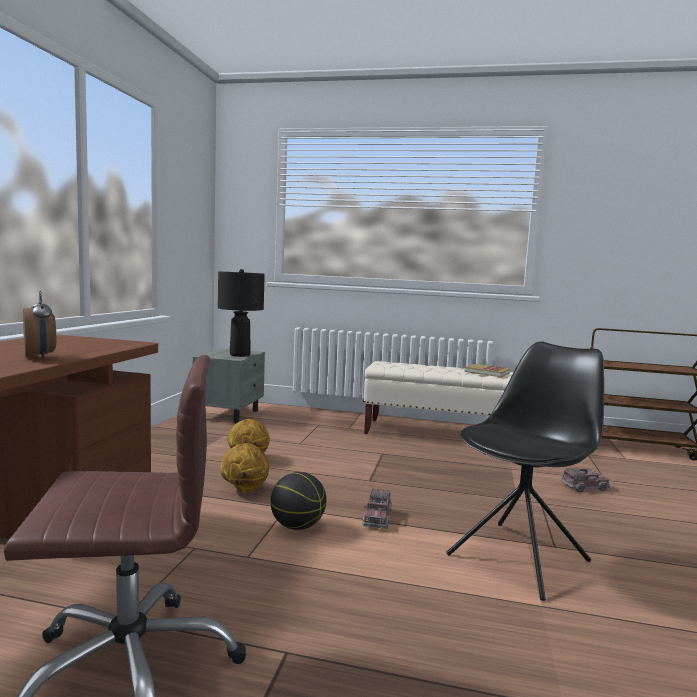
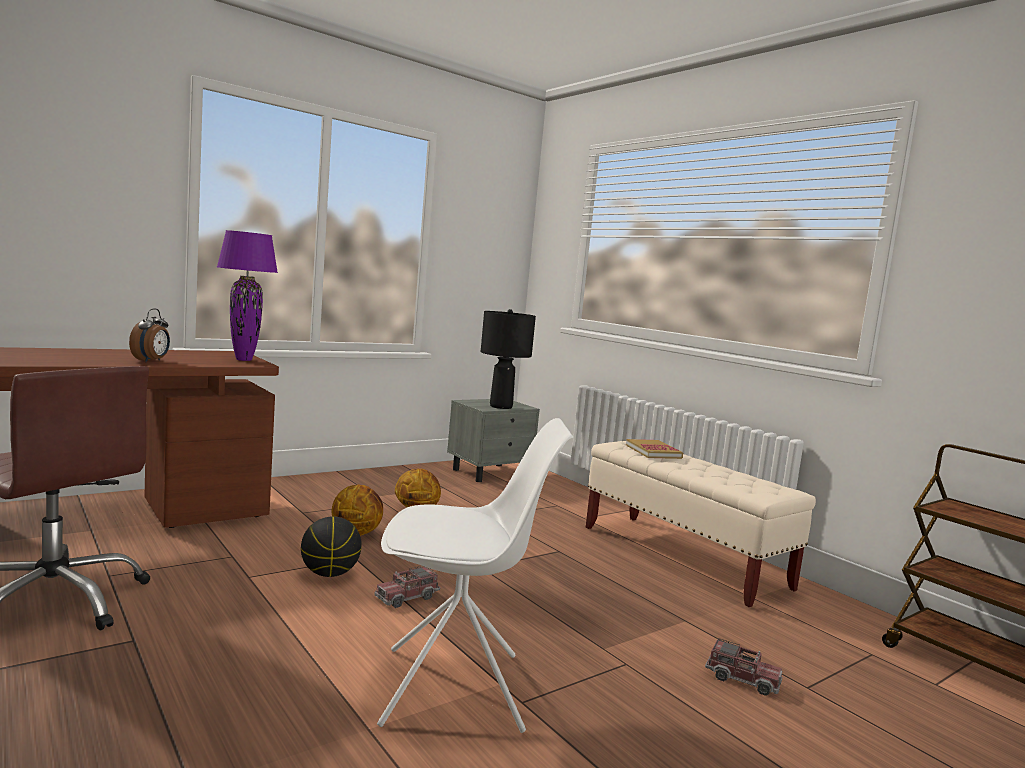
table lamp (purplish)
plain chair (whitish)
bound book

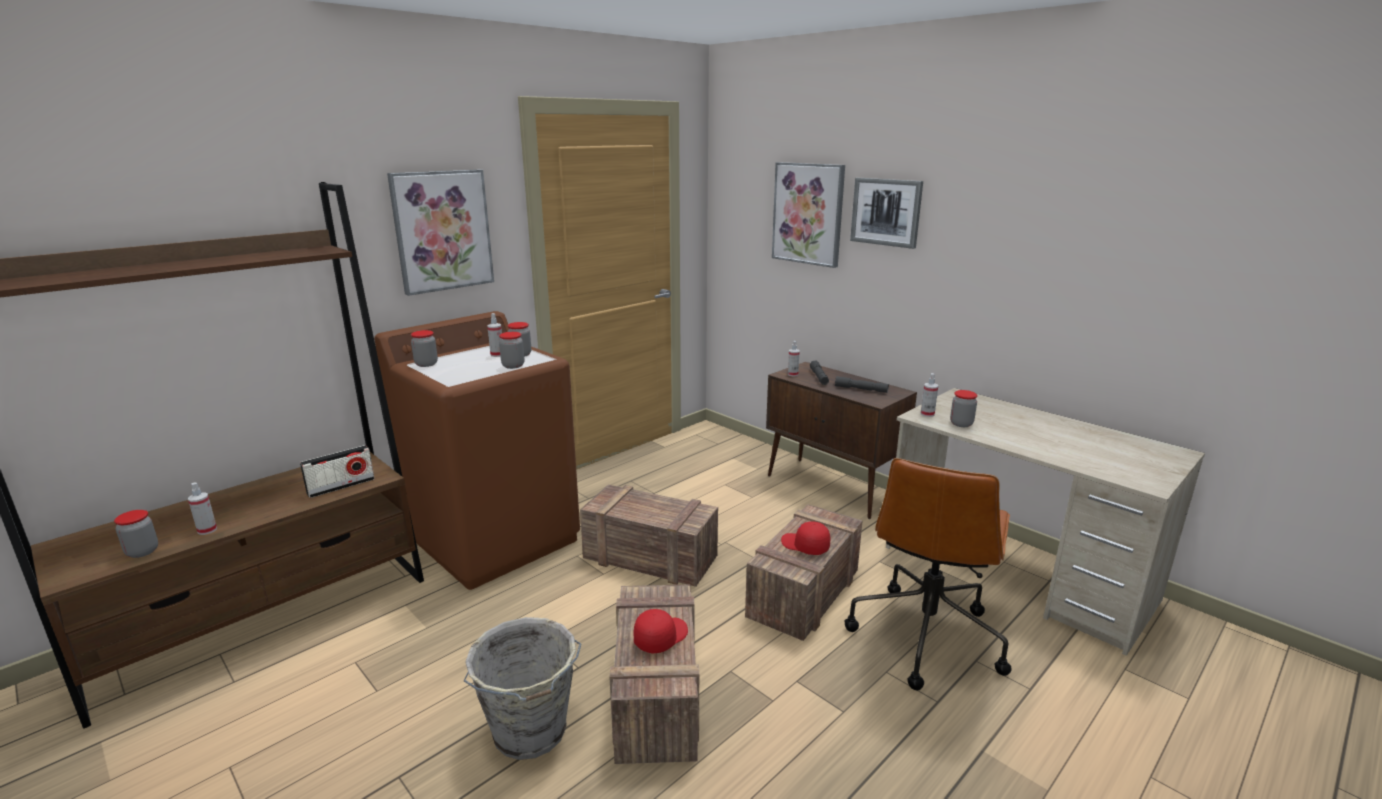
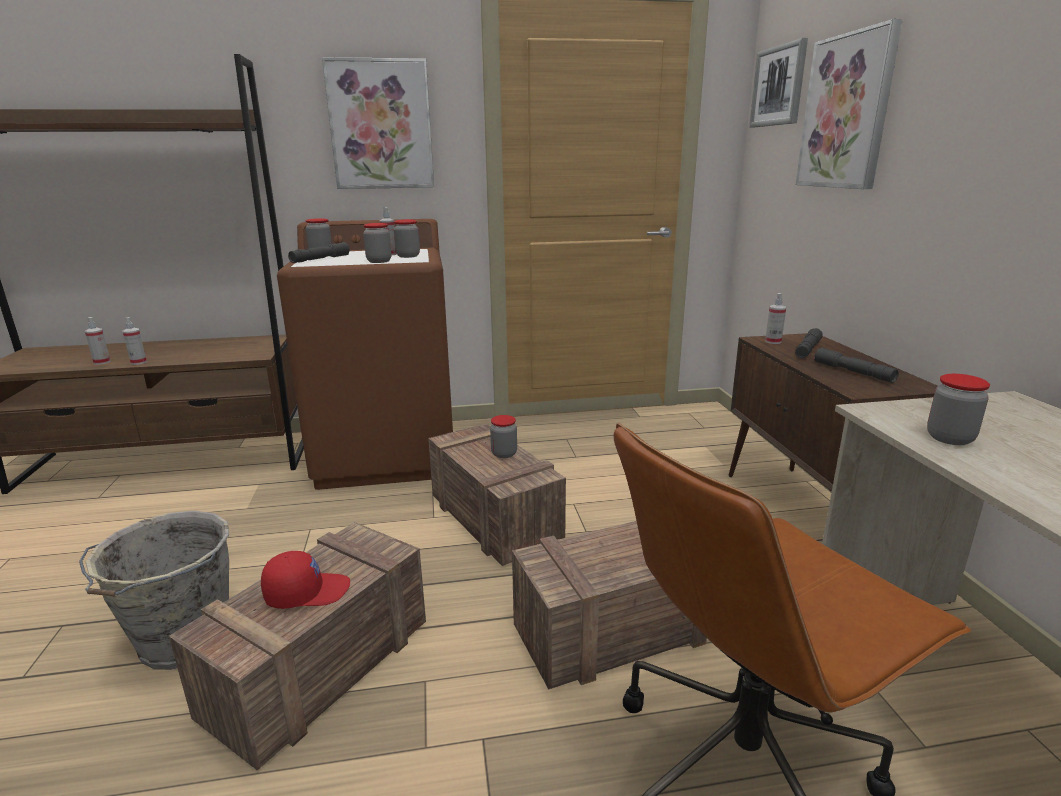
hand sprayer (2nd from left)
hand torch (gray) (1st from left)
jar (4th from left)
wall art (2nd from left)
radio set
cap (red-coloured) (2nd from left in the first image)

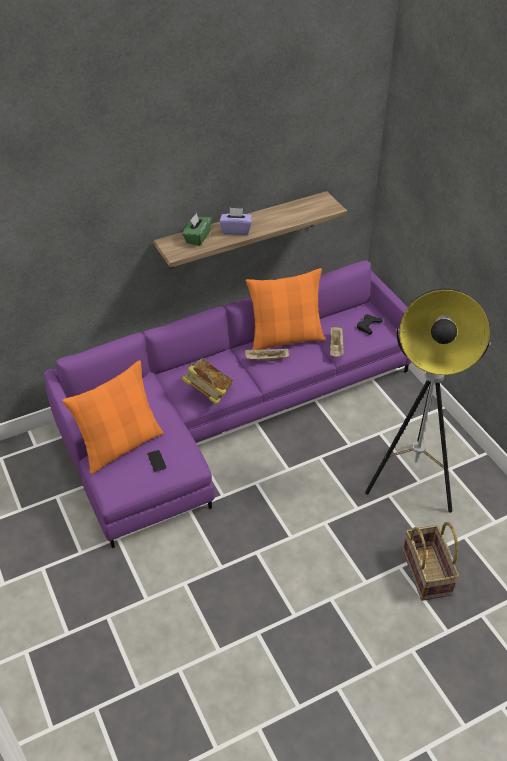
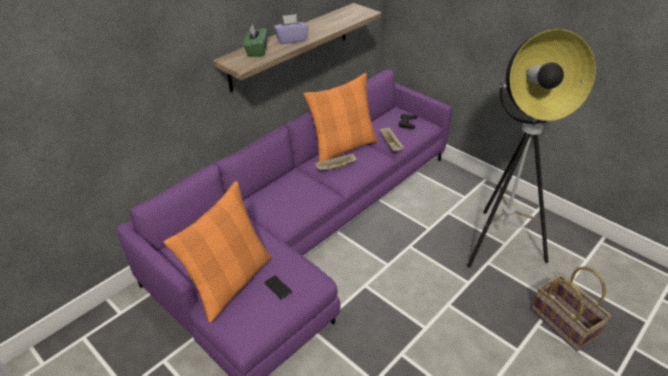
bound book

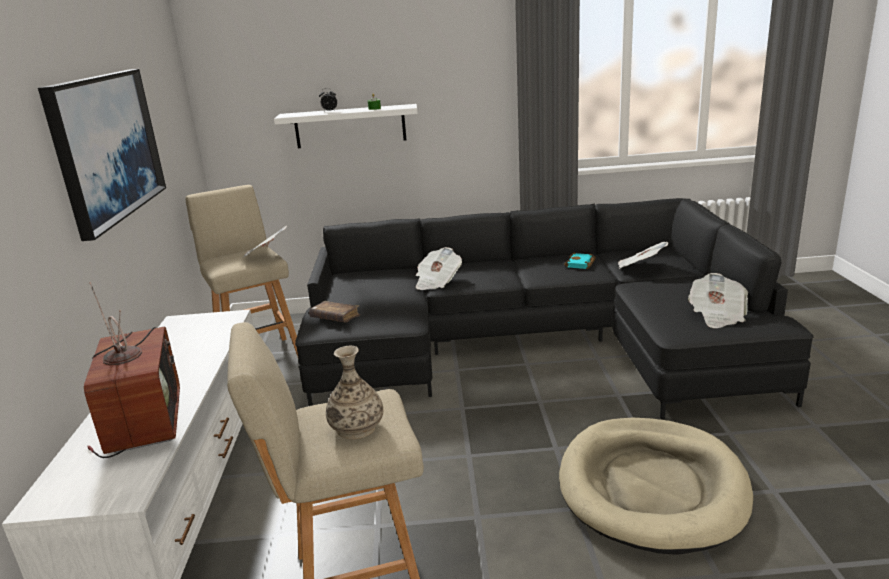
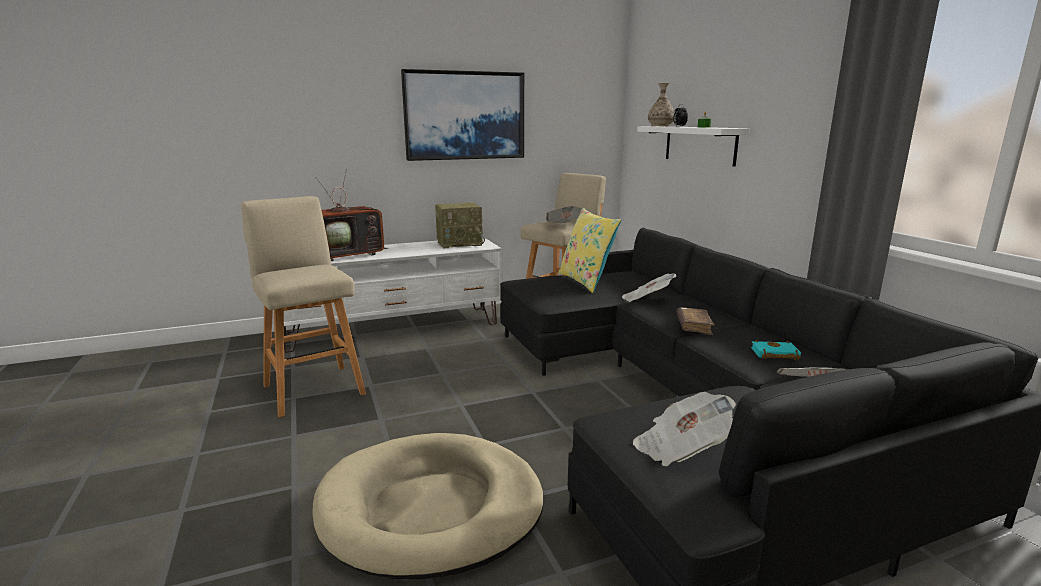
radio set
cushion (yellow-coloured)
flower vase
bound book (brownish)

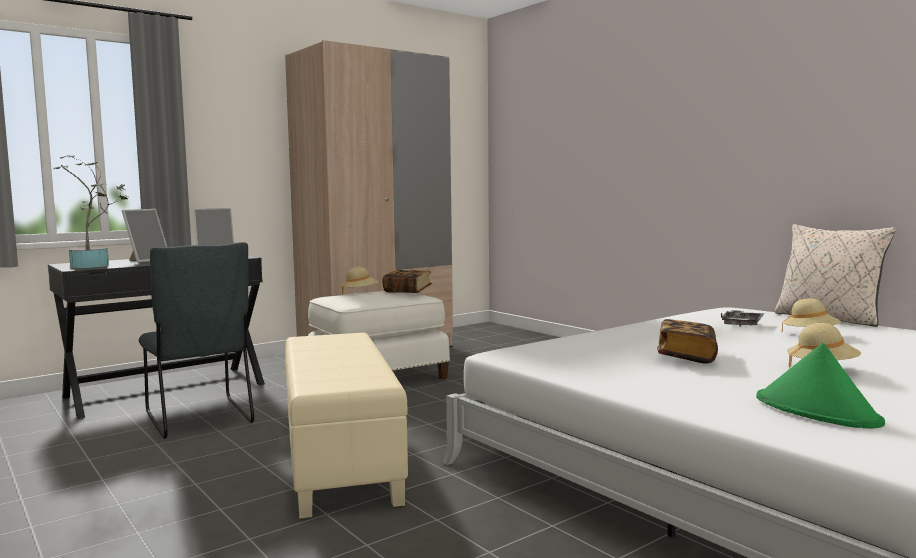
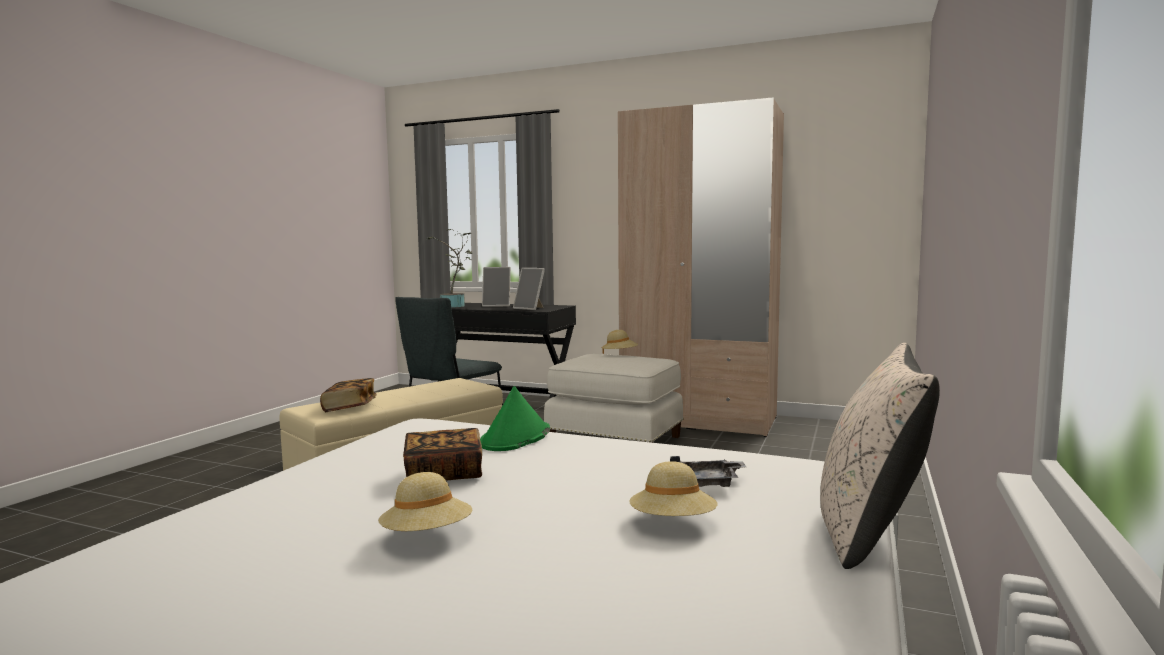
bound book (1st from left)
clothing hat (greenish)

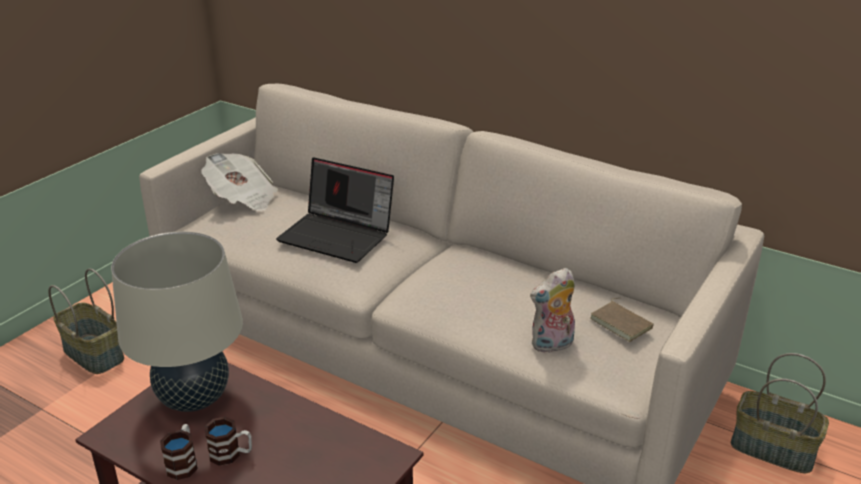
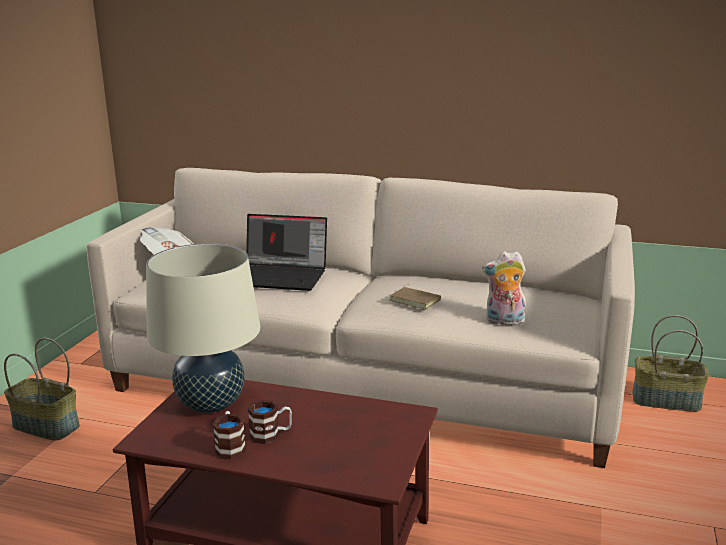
bound book (brownish)
plush toy

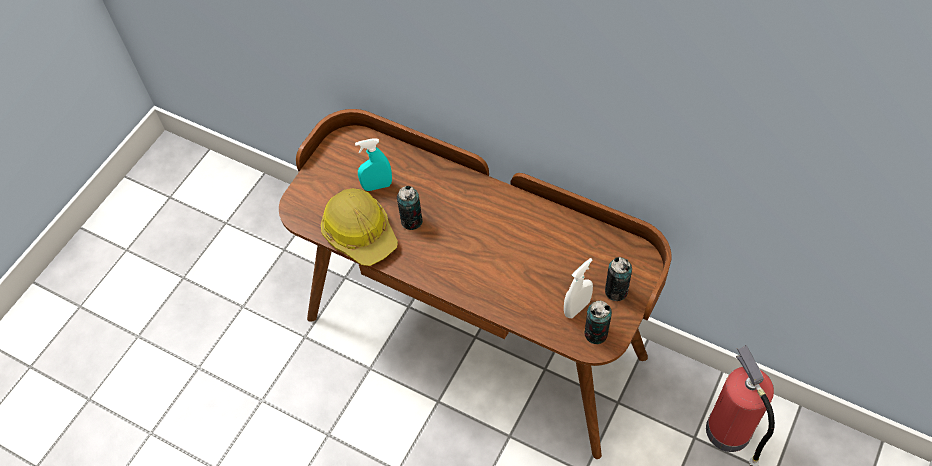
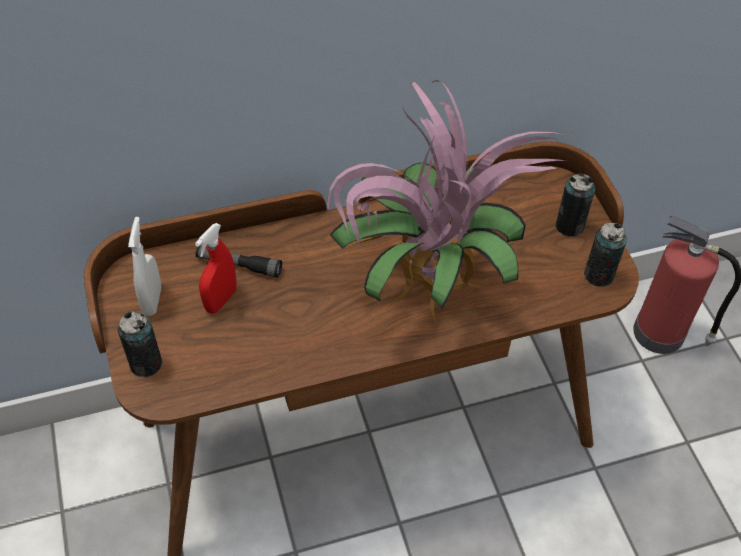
metal can (1st from left)
hand sprayer (whitish)
hand sprayer (red-coloured)
hand torch
houseplant
work helmet

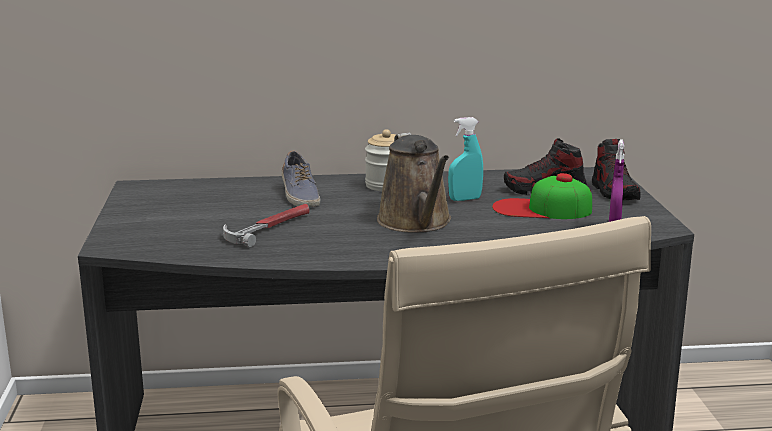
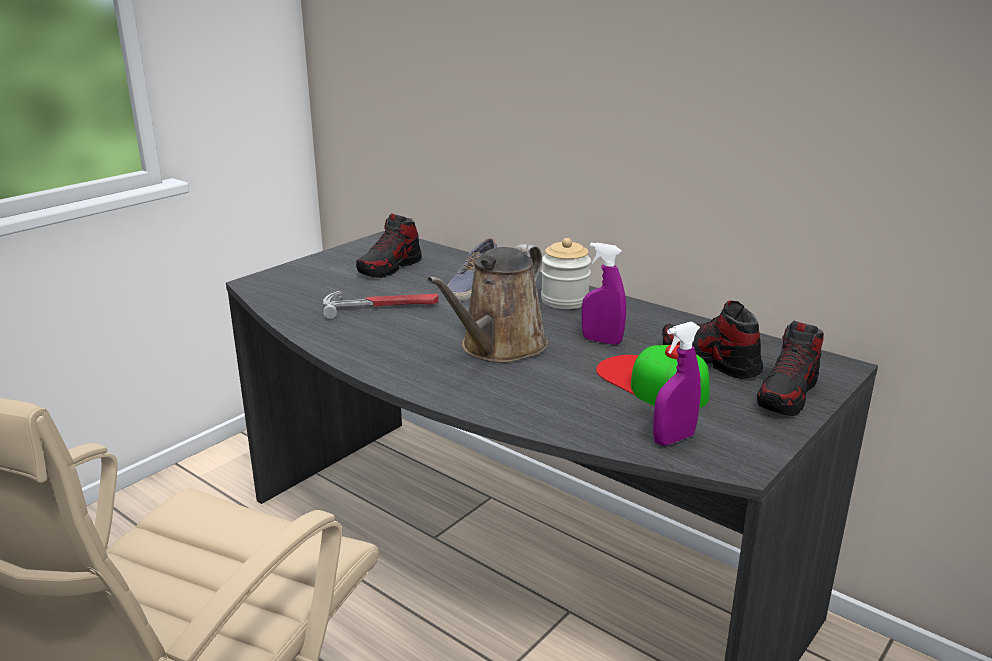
low shoe (1st from left)
hand sprayer (purplish) (1st from left)

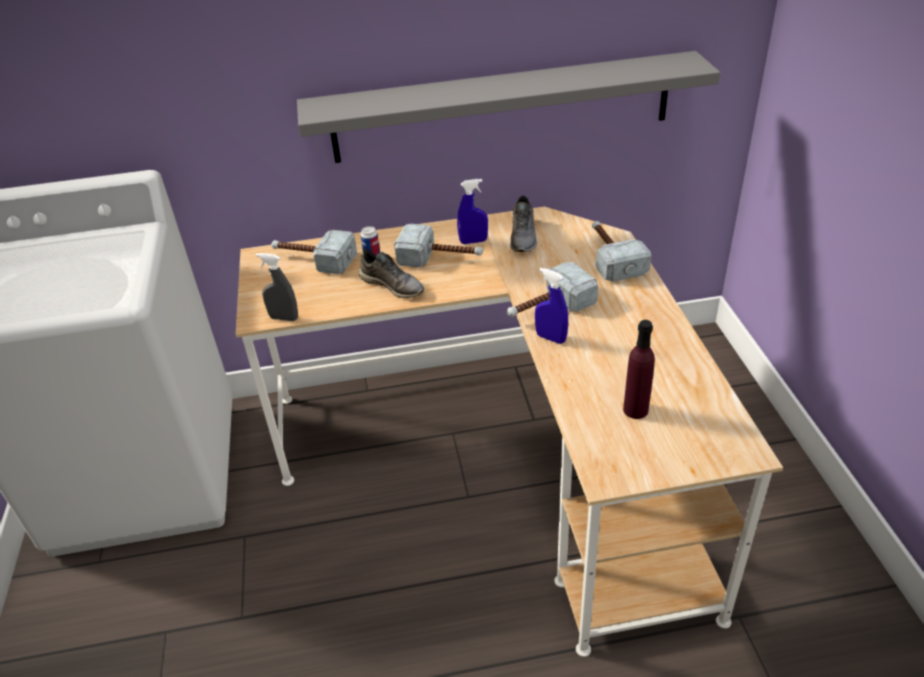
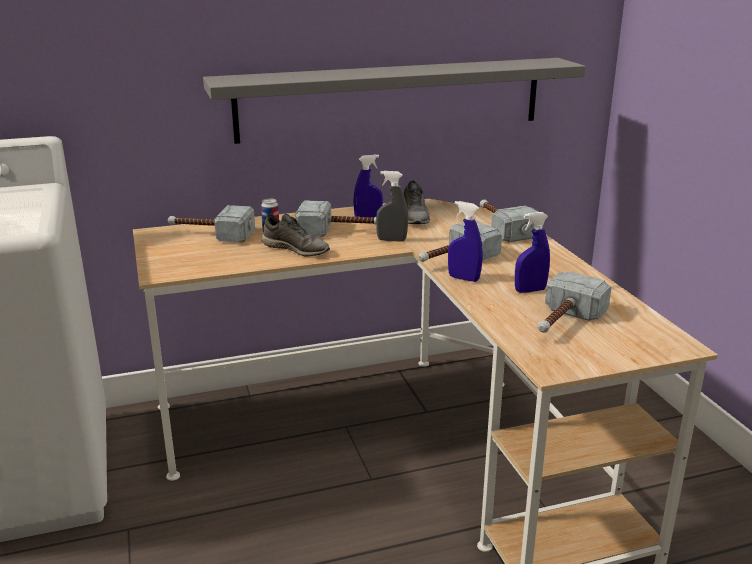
hand sprayer (gray)
hand sprayer (bluish) (3rd from left)
tool hammer (5th from left)

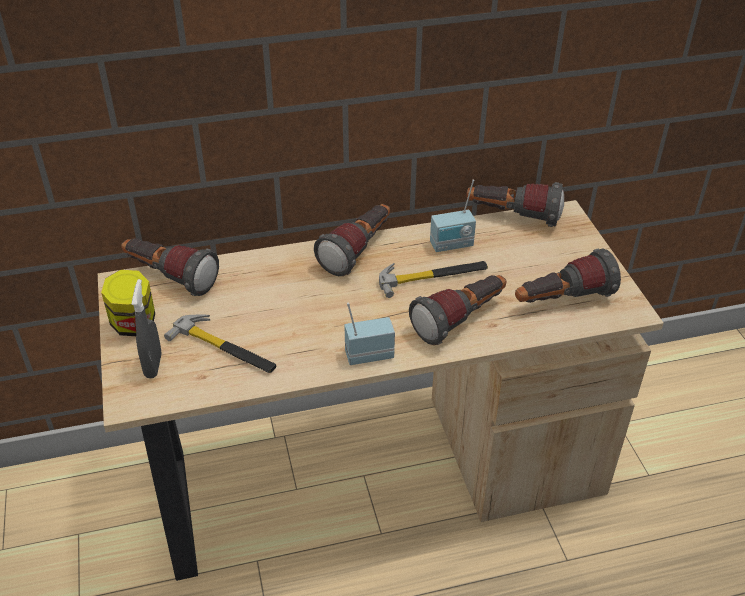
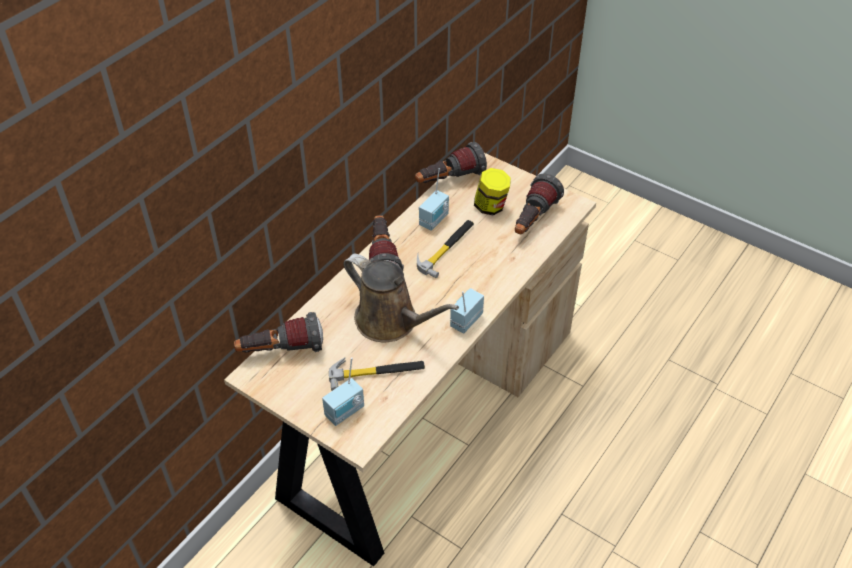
radio set (1st from left)
watering can (brownish)
jar
hand torch (3rd from left in the first image)

